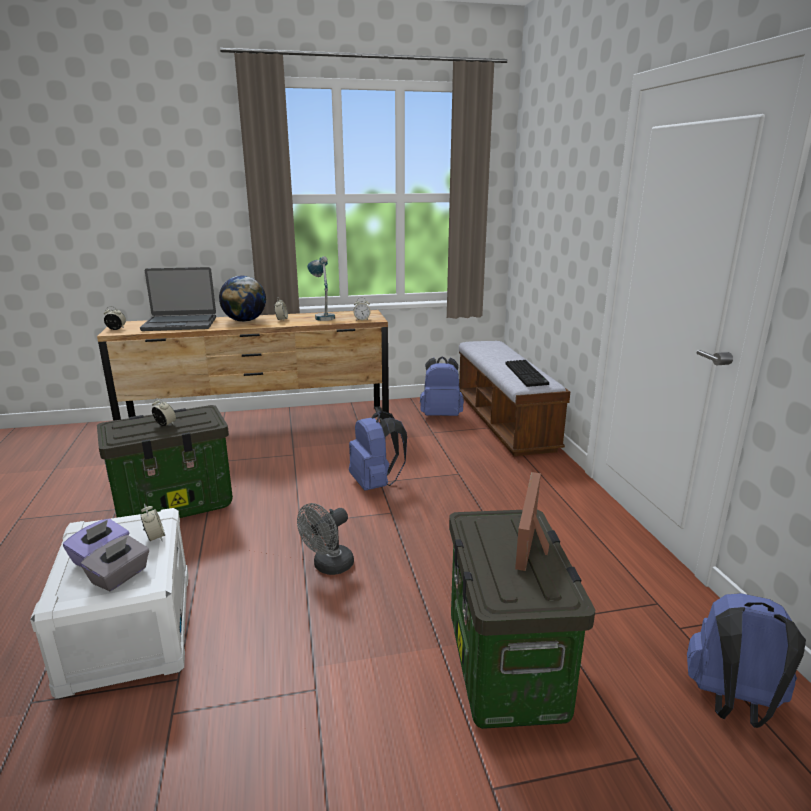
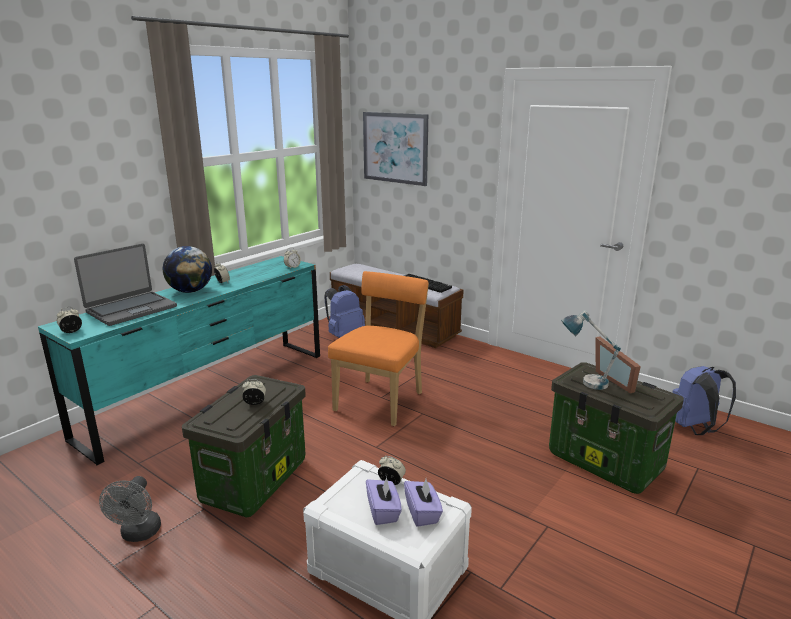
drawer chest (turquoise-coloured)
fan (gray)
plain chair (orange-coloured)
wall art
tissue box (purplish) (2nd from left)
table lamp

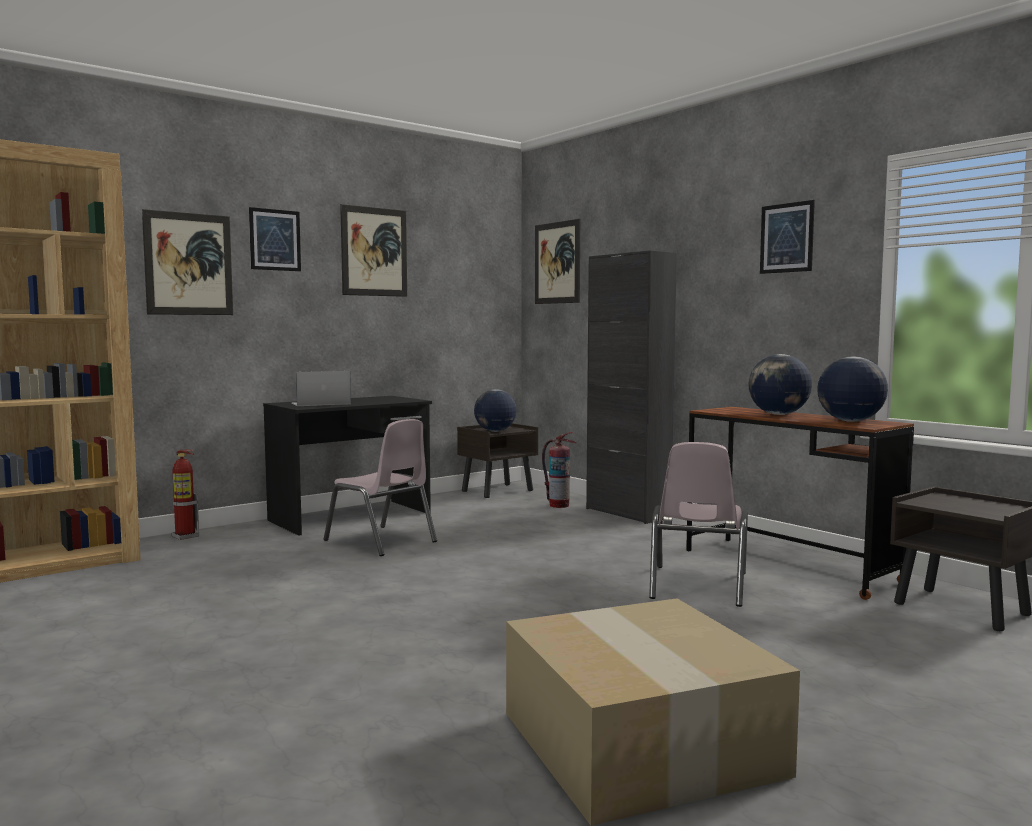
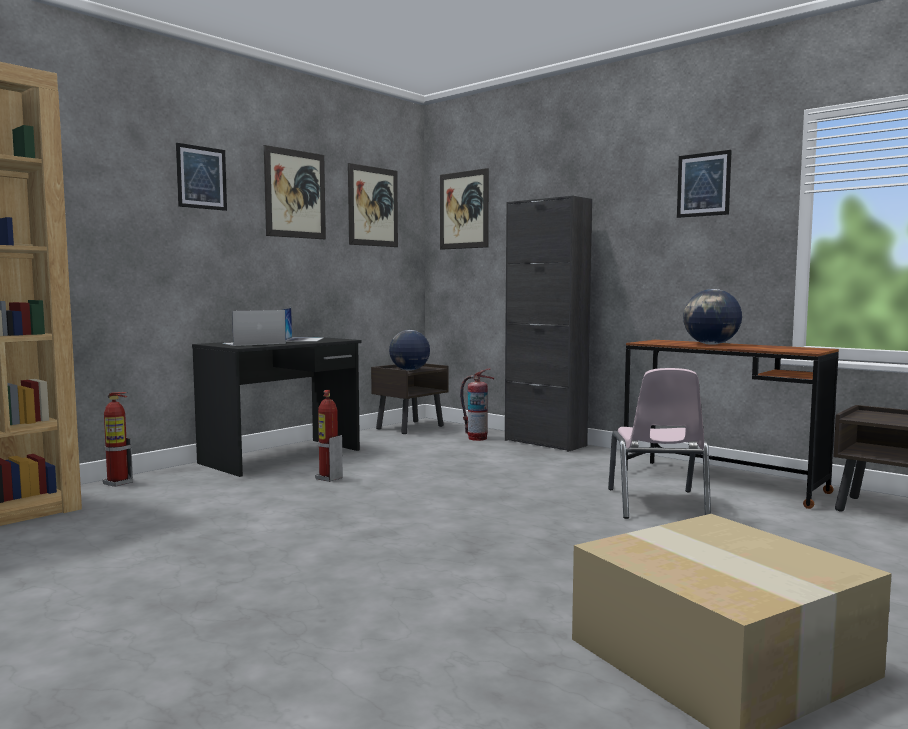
portable computer (2nd from left)
extinguisher (2nd from left)
wall art (3rd from left)
desk globe (3rd from left in the first image)

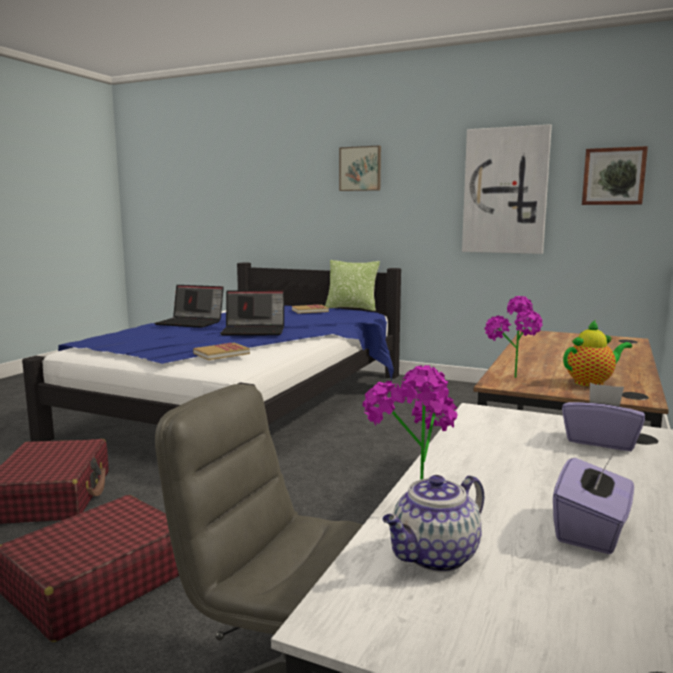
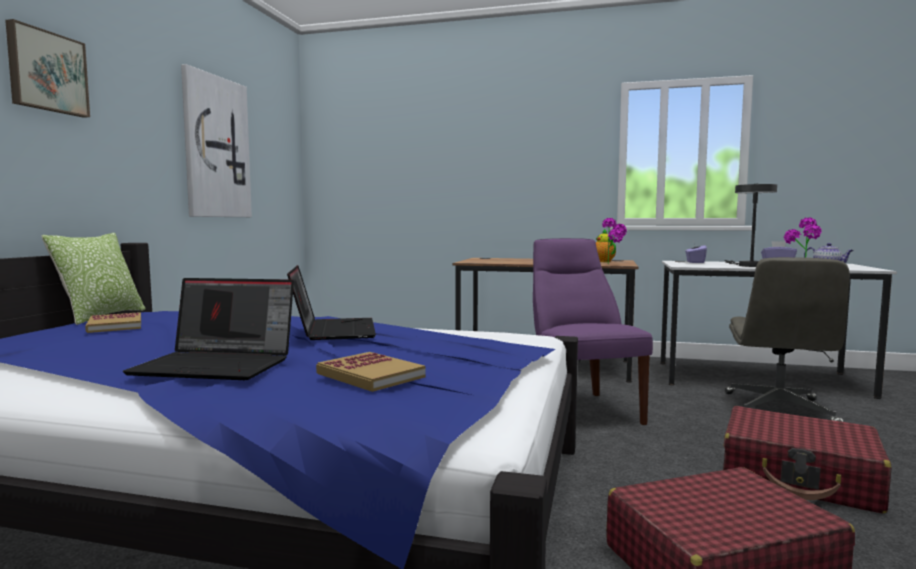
portable computer (1st from left)
bound book (2nd from left)
plain chair (purplish)
table lamp (gray)
wall art (3rd from left in the first image)

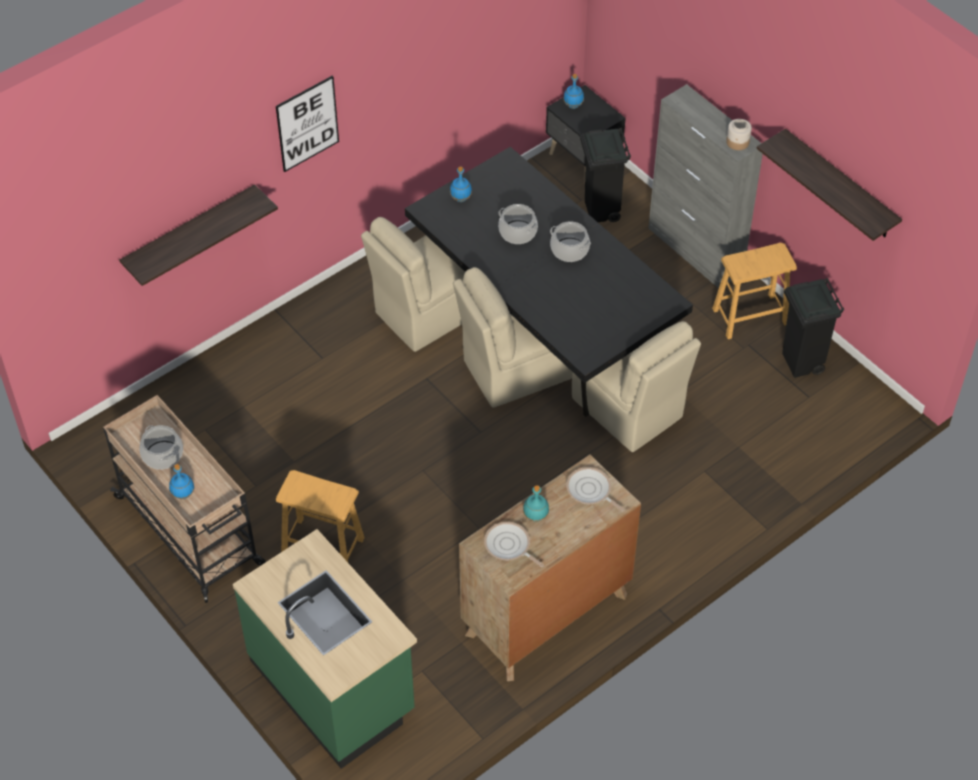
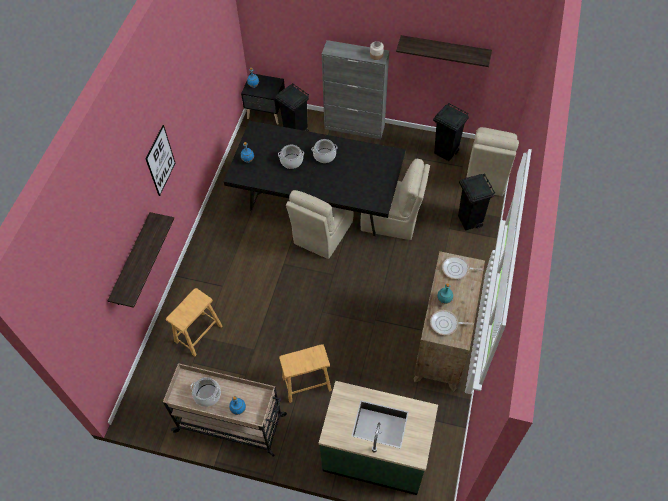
sitting stool (brownish) (1st from left)
rubbish bin (black) (3rd from left)
plain chair (sand-coloured) (3rd from left)

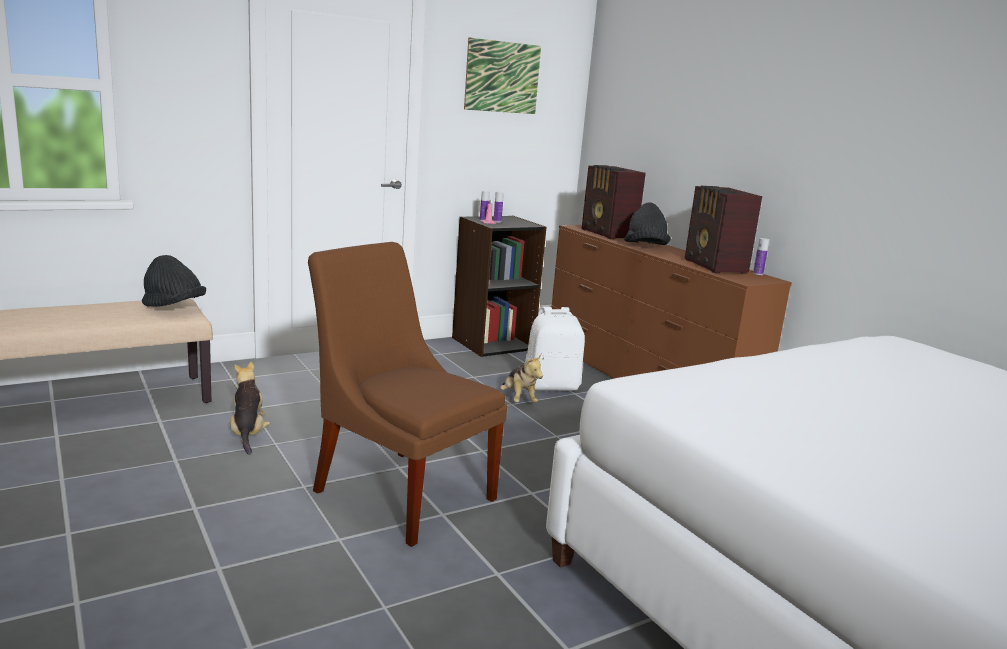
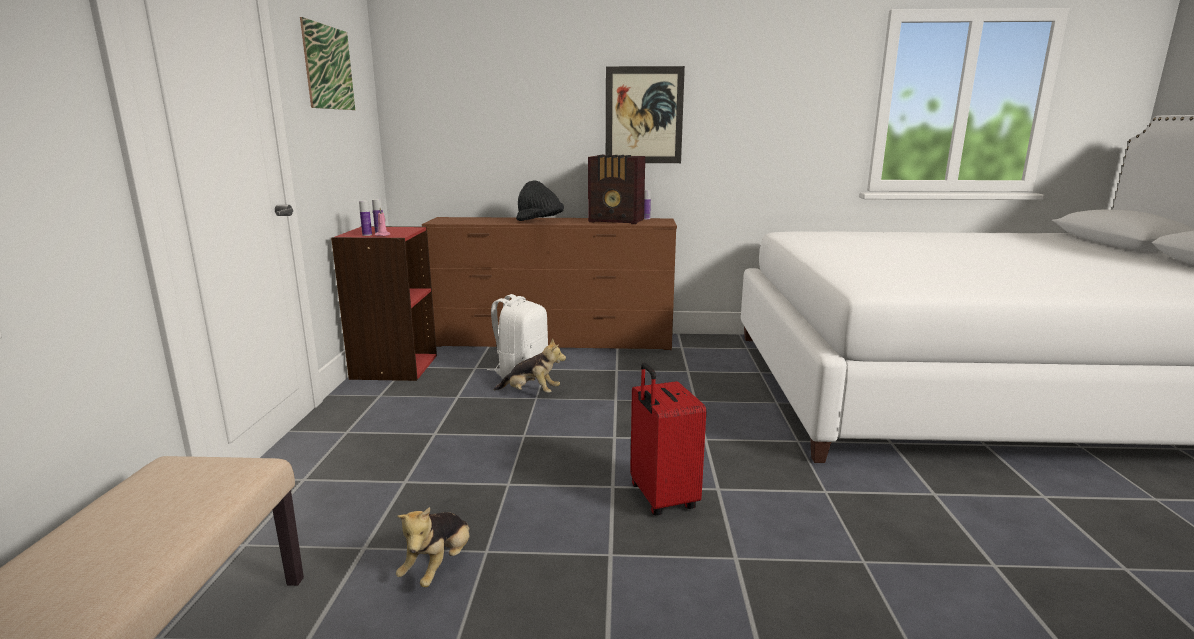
bookshelf (red-coloured)
plush toy (1st from left)
wall art (2nd from left)
suitcase (red-coloured)
clothing hat (black) (1st from left in the first image)
radio set (1st from left in the first image)

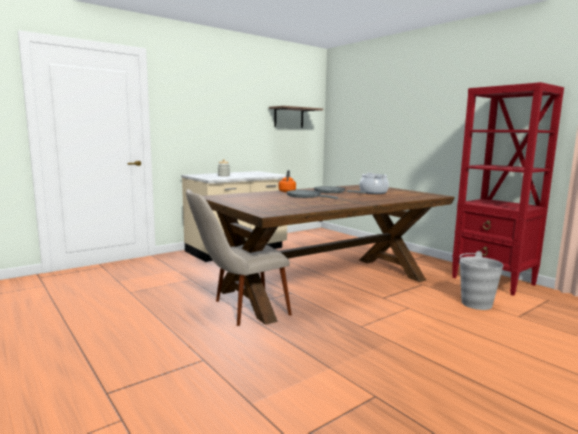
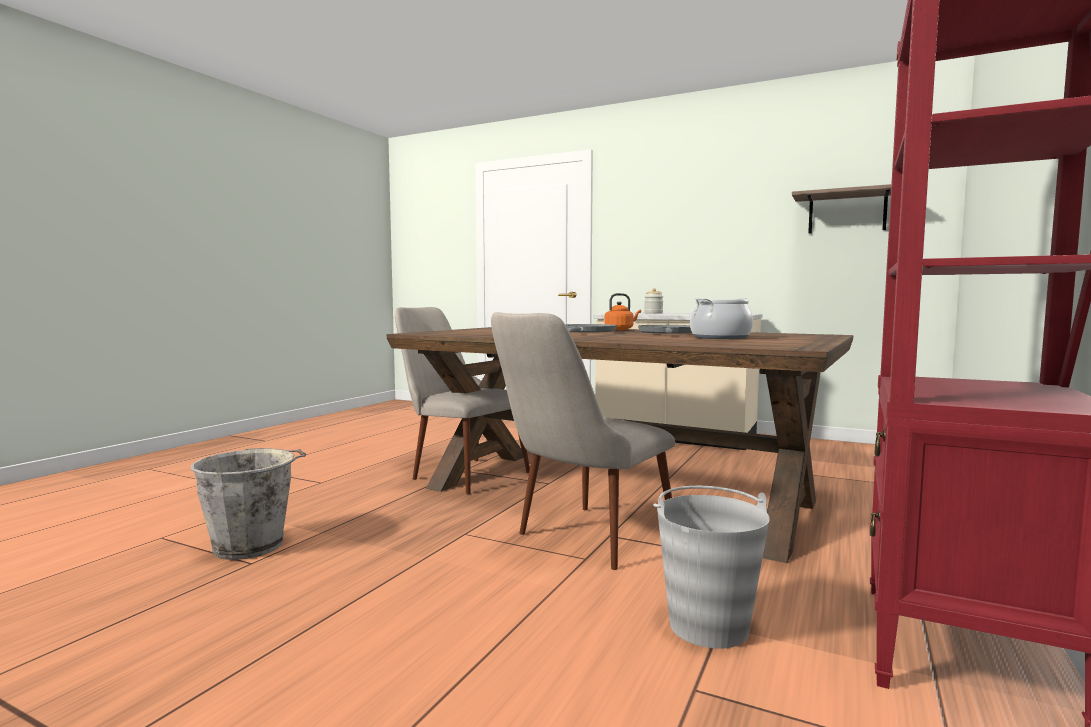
pail (gray) (1st from left)
plain chair (sand-coloured) (2nd from left)

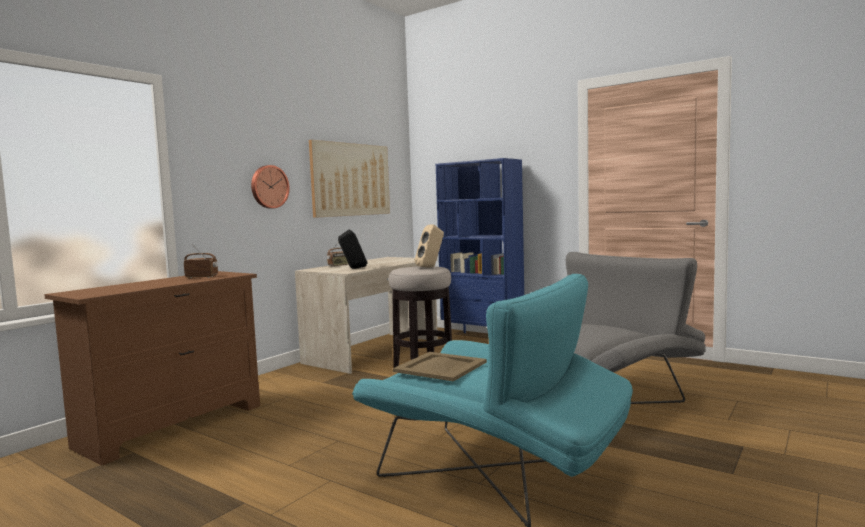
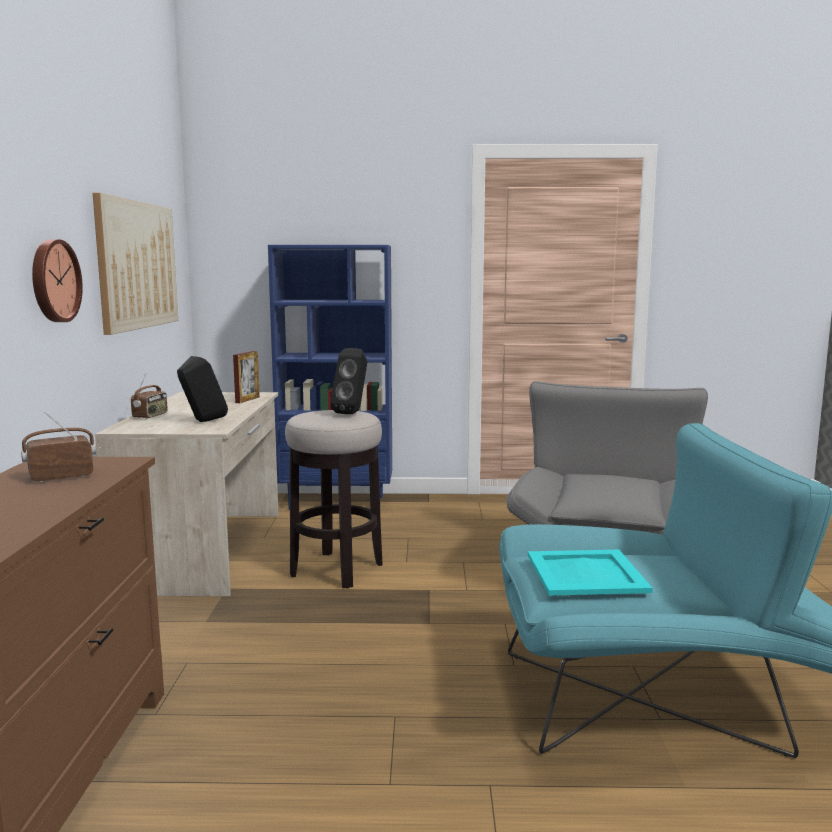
standing frame
speaker (black) (2nd from left)
serving tray (turquoise-coloured)

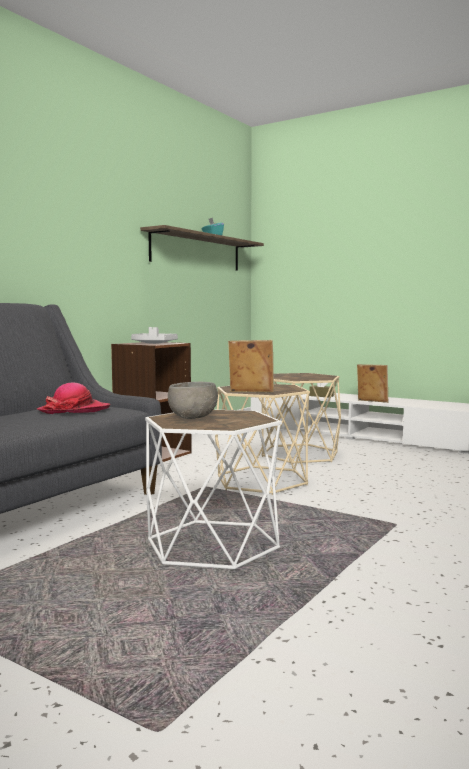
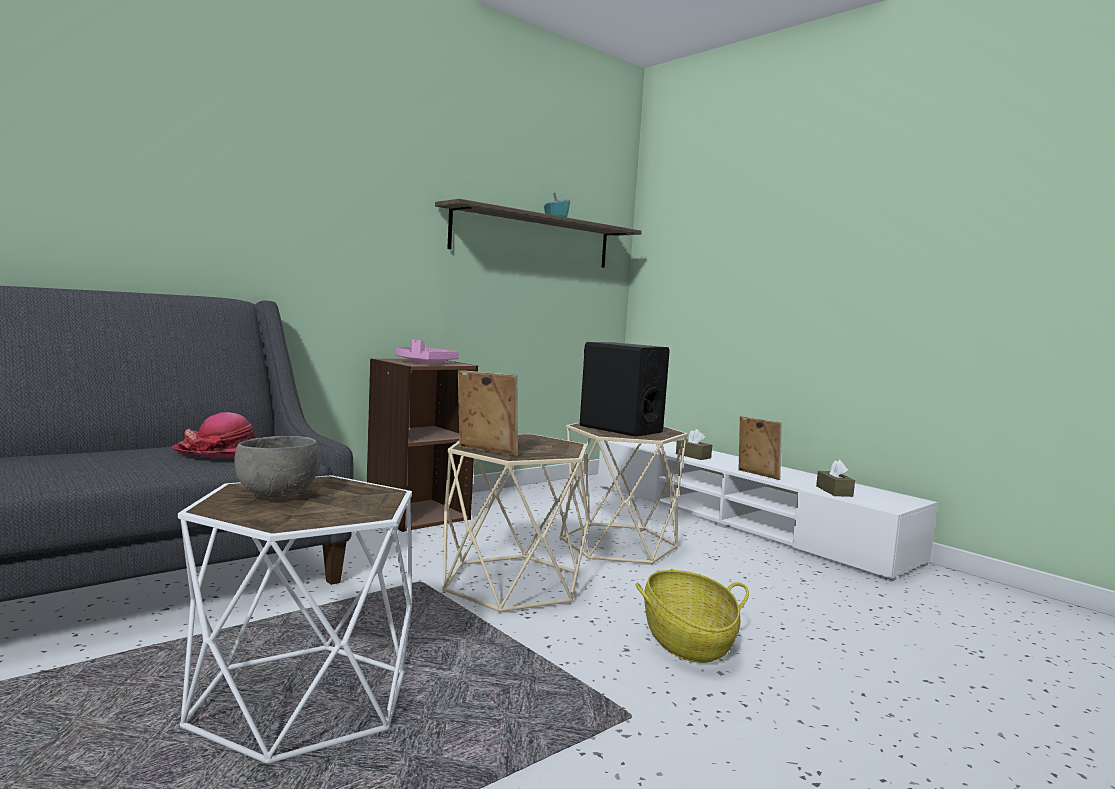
serving tray (pinkish)
speaker (black)
storage basket
tissue box (brownish) (2nd from left)

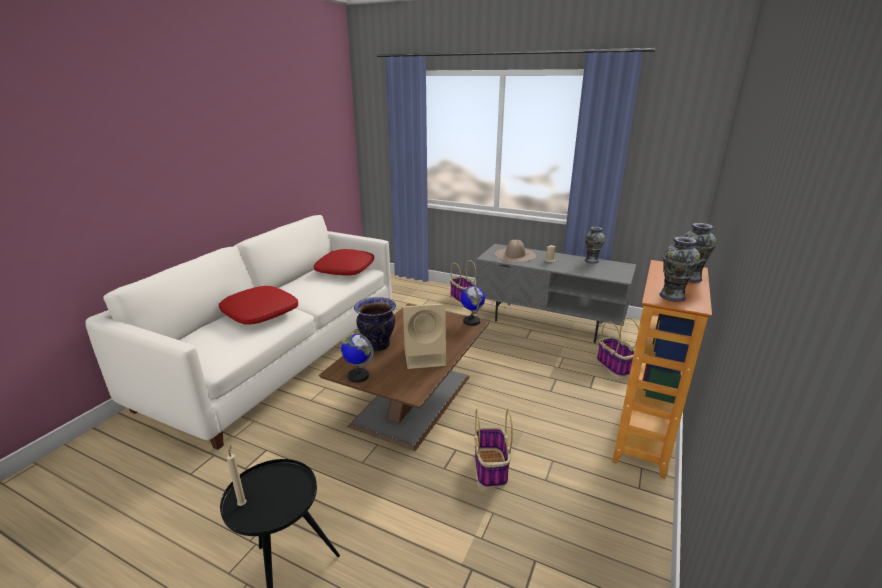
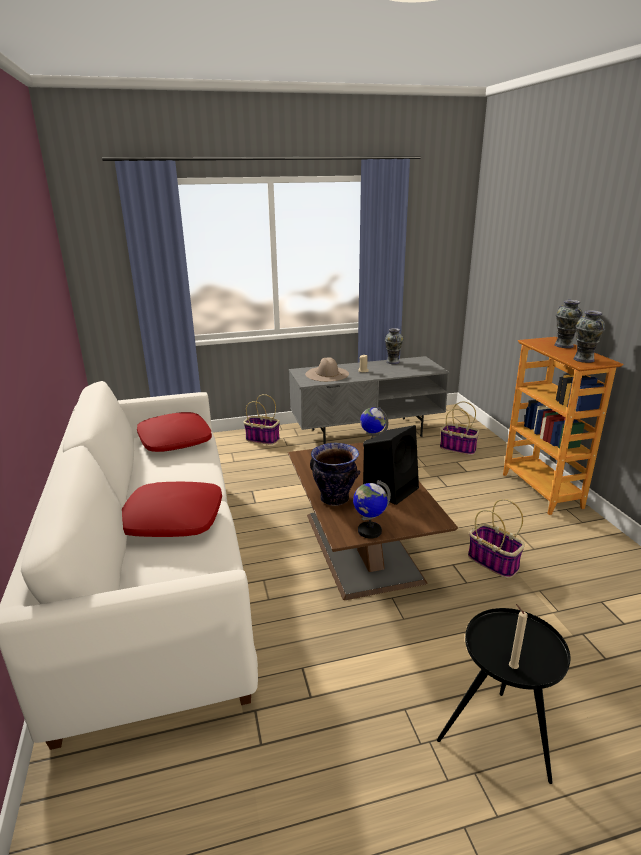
speaker (black)

